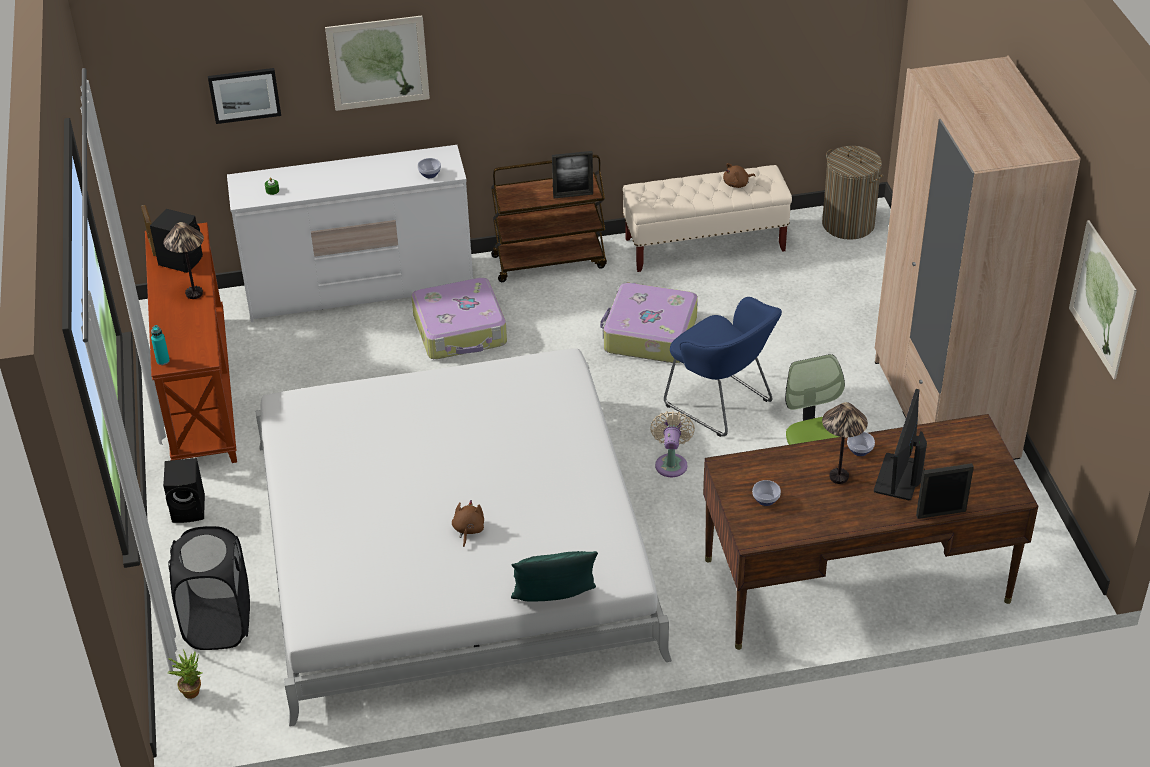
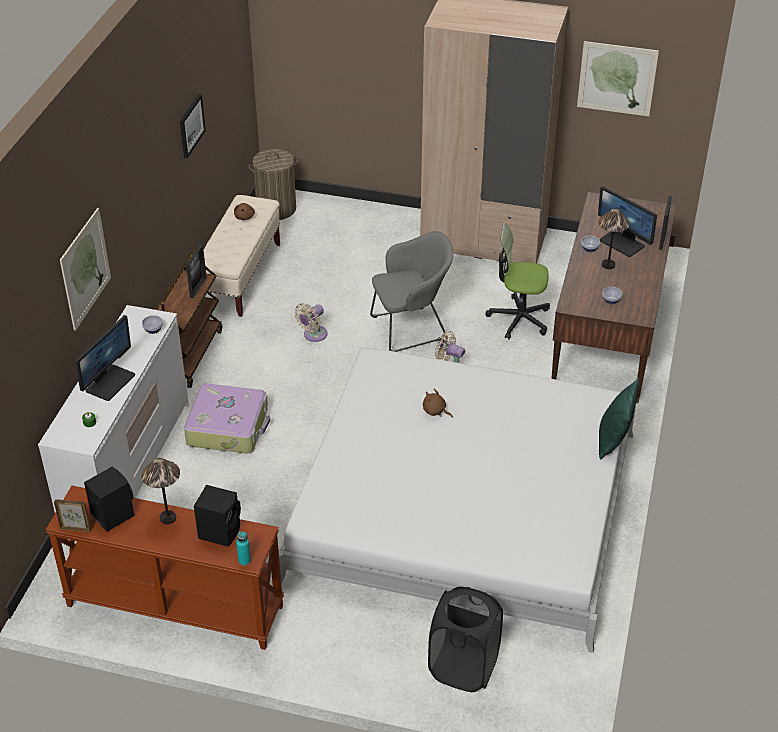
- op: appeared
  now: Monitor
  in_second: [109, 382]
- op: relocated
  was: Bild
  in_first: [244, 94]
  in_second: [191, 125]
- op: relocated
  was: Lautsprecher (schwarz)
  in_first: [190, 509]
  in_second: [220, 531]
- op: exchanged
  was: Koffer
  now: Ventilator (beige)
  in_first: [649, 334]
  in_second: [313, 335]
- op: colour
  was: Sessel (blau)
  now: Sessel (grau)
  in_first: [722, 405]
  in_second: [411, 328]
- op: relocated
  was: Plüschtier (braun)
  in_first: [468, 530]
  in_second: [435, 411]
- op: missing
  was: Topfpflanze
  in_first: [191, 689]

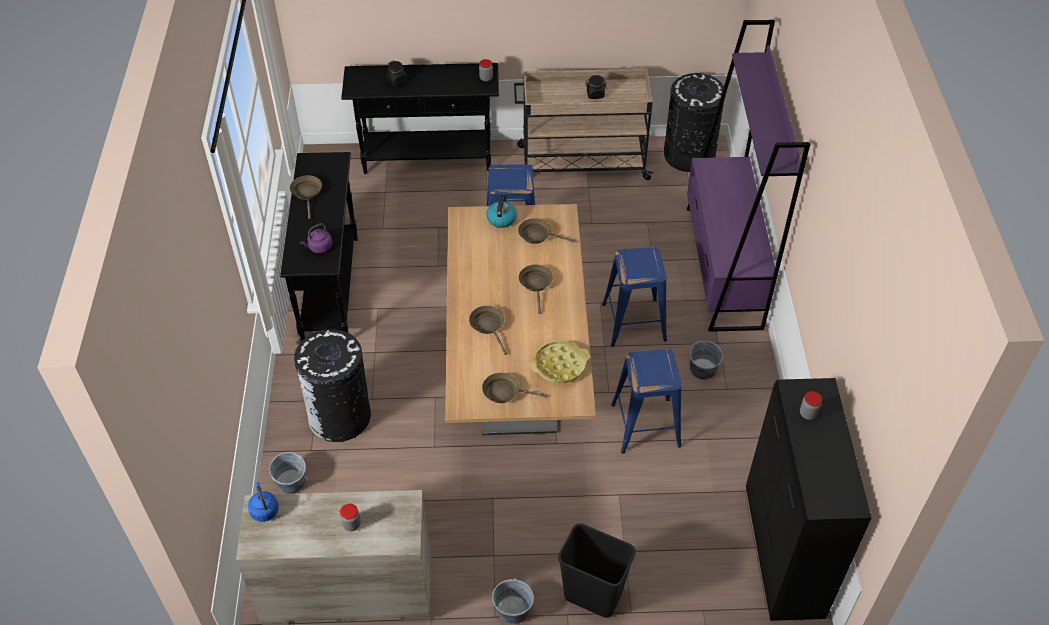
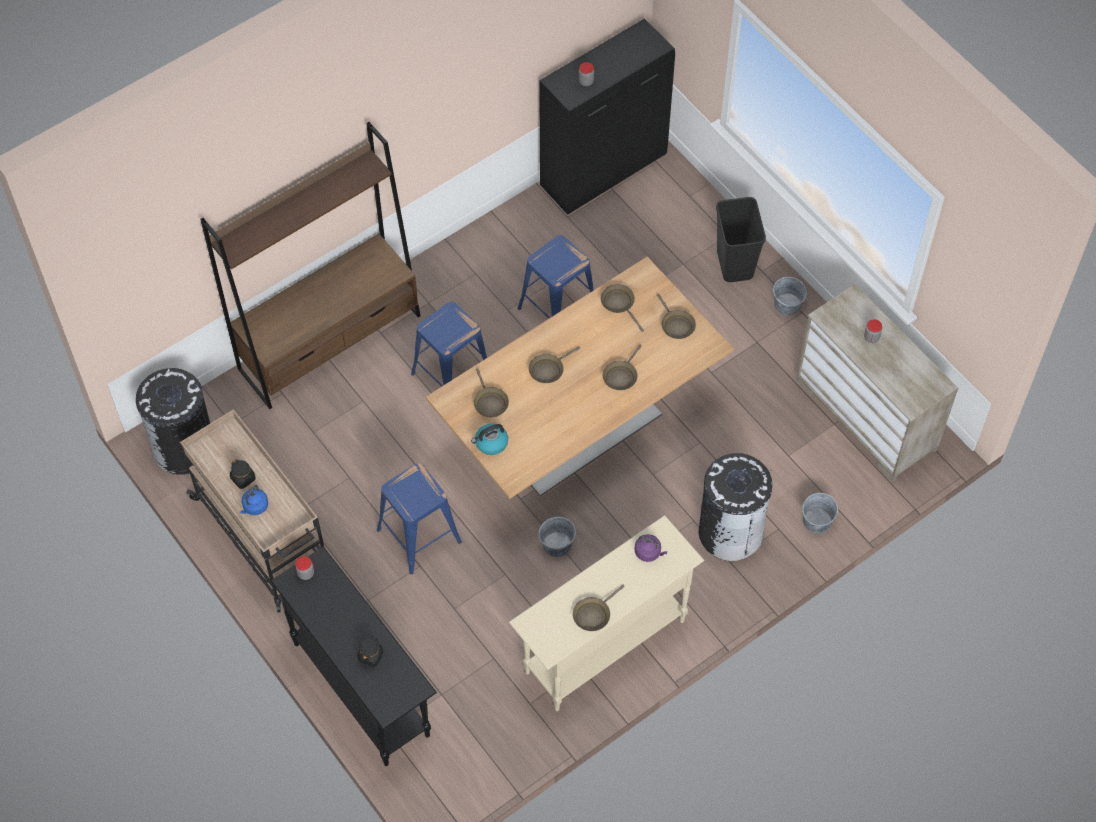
- op: colour
  was: Bücherregal (lila)
  now: Bücherregal (braun)
  in_first: [723, 267]
  in_second: [330, 342]
- op: relocated
  was: Wasserkessel (blau)
  in_first: [264, 510]
  in_second: [255, 507]
- op: colour
  was: Konsolentisch (schwarz)
  now: Konsolentisch (beige)
  in_first: [331, 288]
  in_second: [604, 646]
- op: relocated
  was: Eimer (grau)
  in_first: [702, 369]
  in_second: [557, 544]
- op: exchanged
  was: Tablett (gelb)
  now: Pfanne (braun)
  in_first: [560, 365]
  in_second: [619, 304]

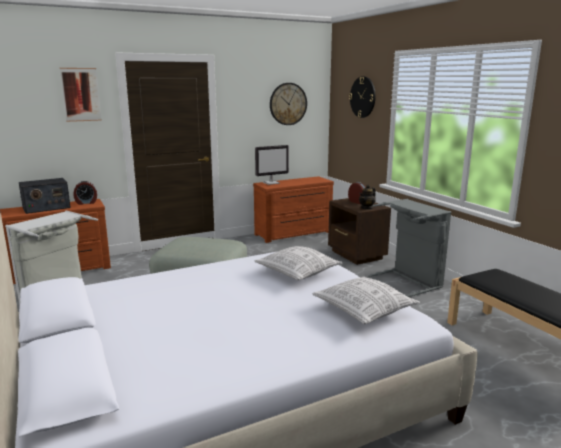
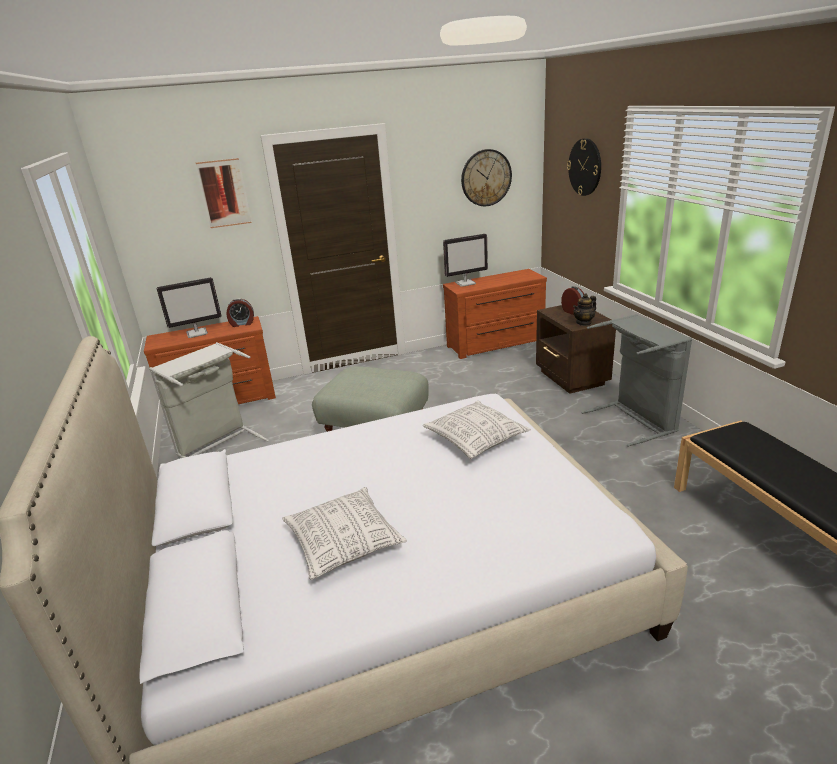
- op: exchanged
  was: Radio
  now: Monitor
  in_first: [46, 208]
  in_second: [197, 333]
- op: relocated
  was: Kissen
  in_first: [363, 310]
  in_second: [343, 543]

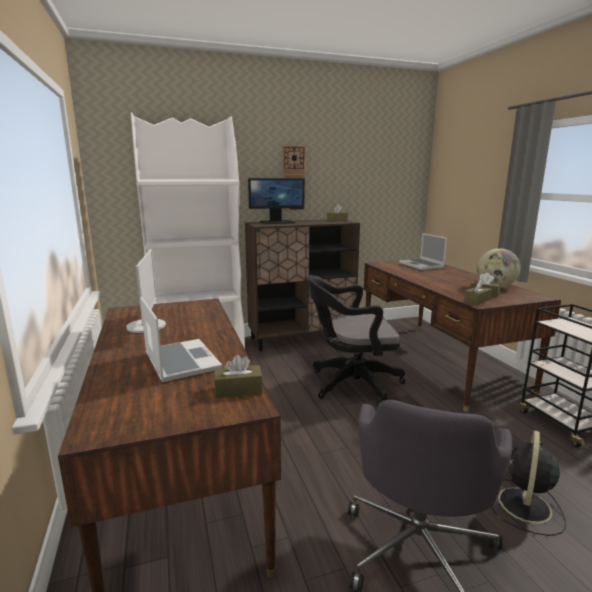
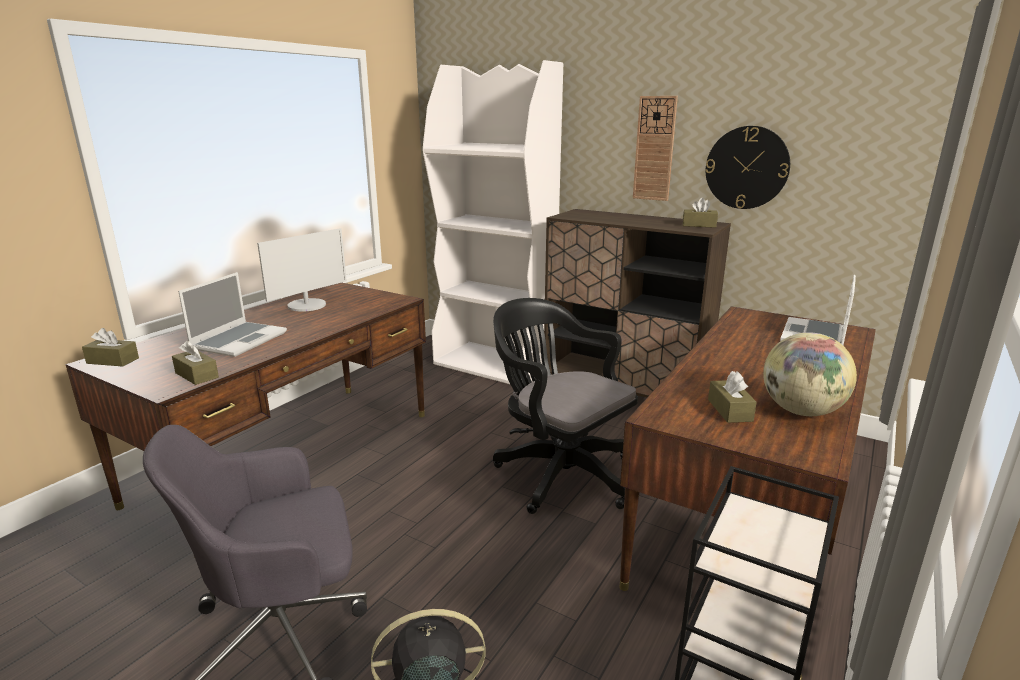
- op: relocated
  was: Taschentuchbox (braun)
  in_first: [477, 300]
  in_second: [113, 361]
- op: appeared
  now: Wanduhr
  in_second: [746, 168]
- op: missing
  was: Monitor
  in_first: [277, 222]

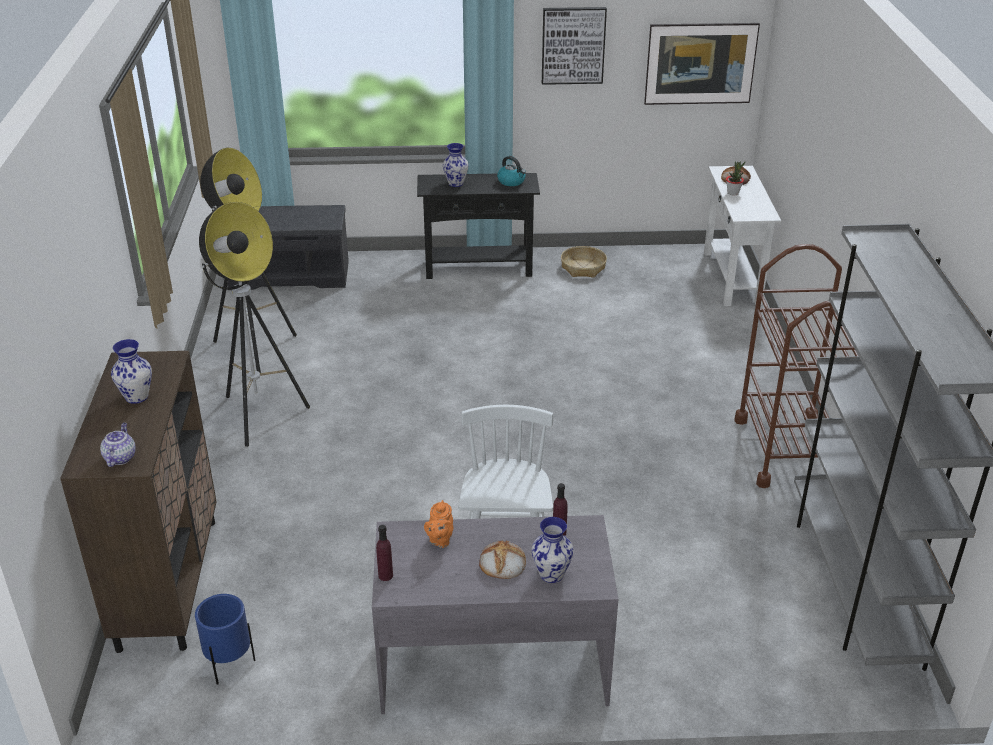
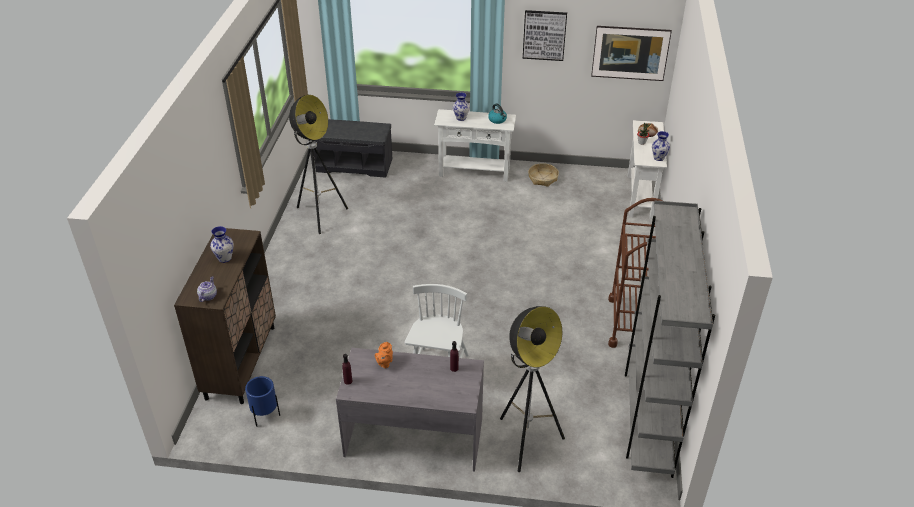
- op: colour
  was: Konsolentisch (schwarz)
  now: Konsolentisch (weiß)
  in_first: [478, 268]
  in_second: [474, 172]
- op: relocated
  was: Stehlampe
  in_first: [259, 415]
  in_second: [526, 441]
- op: relocated
  was: Vase
  in_first: [552, 574]
  in_second: [659, 158]
- op: missing
  was: Brot
  in_first: [502, 563]

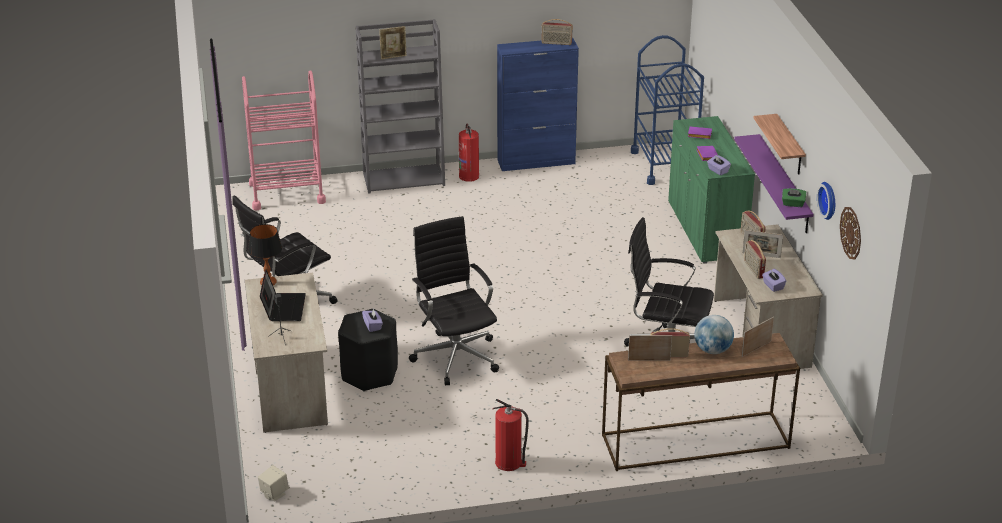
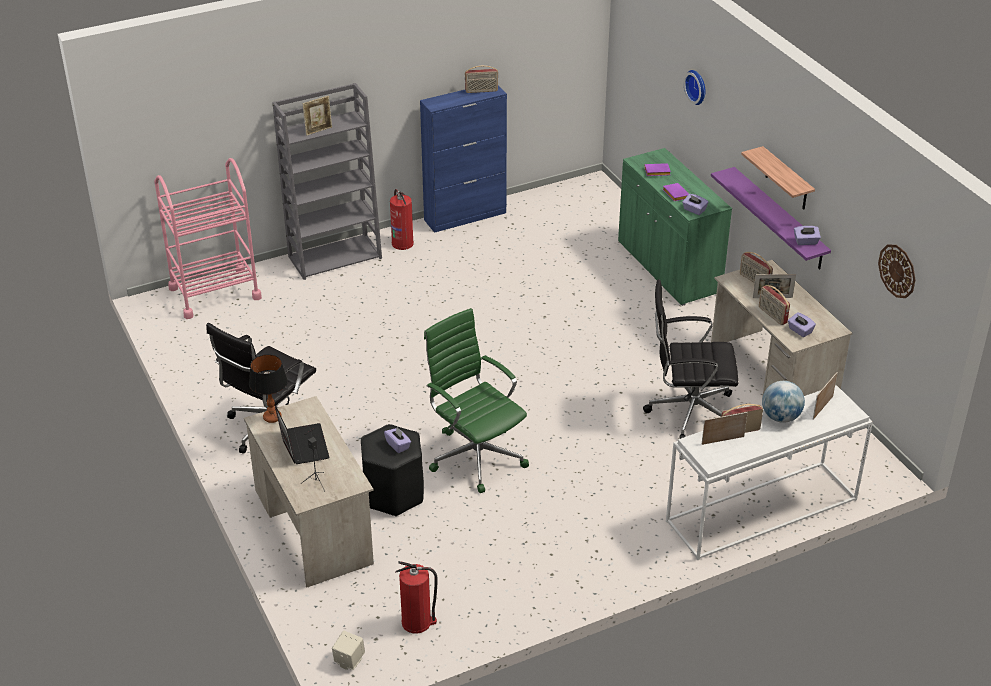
- op: relocated
  was: Feuerlöscher
  in_first: [509, 463]
  in_second: [417, 622]
- op: colour
  was: Bürostuhl (schwarz)
  now: Bürostuhl (grün)
  in_first: [455, 355]
  in_second: [476, 456]
- op: colour
  was: Konsolentisch (braun)
  now: Konsolentisch (weiß)
  in_first: [694, 442]
  in_second: [761, 511]
- op: relocated
  was: Wanduhr
  in_first: [829, 200]
  in_second: [697, 86]
- op: colour
  was: Taschentuchbox (grün)
  now: Taschentuchbox (lila)
  in_first: [793, 204]
  in_second: [806, 242]
- op: missing
  was: Rollwagen (blau)
  in_first: [664, 165]

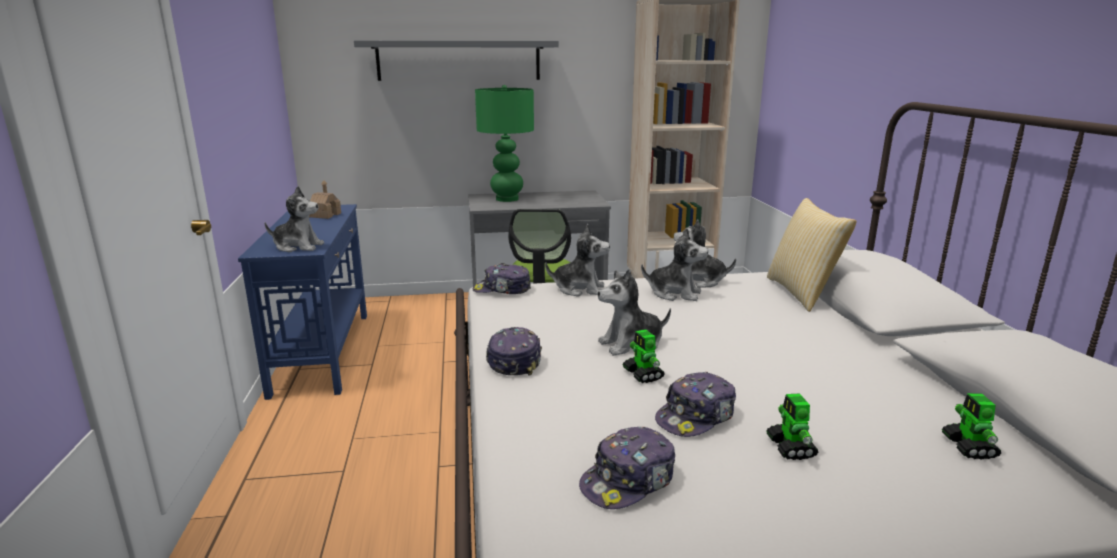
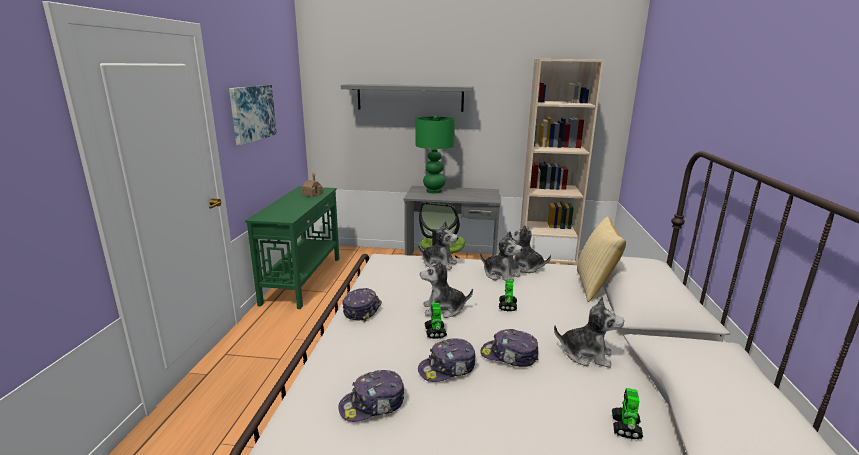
- op: appeared
  now: Bild
  in_second: [252, 113]
- op: colour
  was: Konsolentisch (blau)
  now: Konsolentisch (grün)
  in_first: [323, 351]
  in_second: [303, 279]
- op: relocated
  was: Kappe
  in_first: [502, 290]
  in_second: [509, 356]
- op: relocated
  was: Spielzeugroboter
  in_first: [790, 448]
  in_second: [507, 306]
- op: relocated
  was: Plüschtier
  in_first: [298, 247]
  in_second: [586, 354]

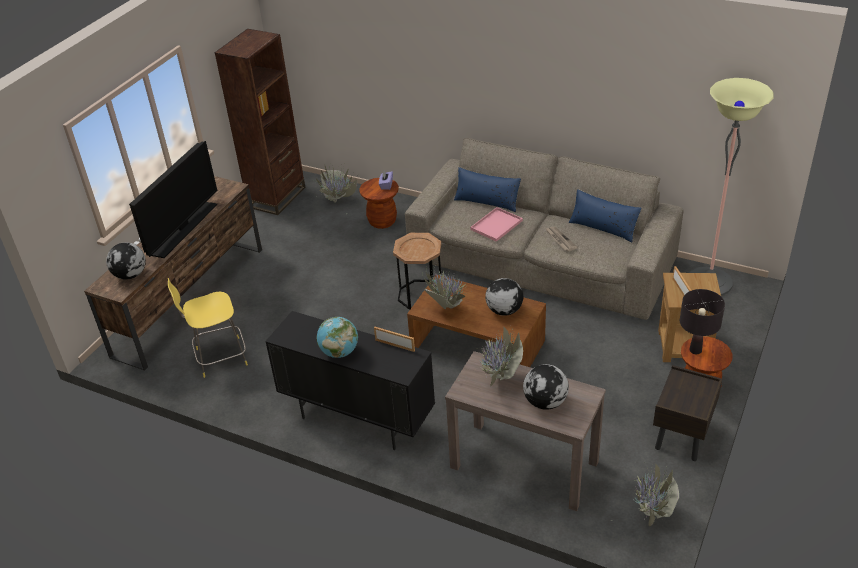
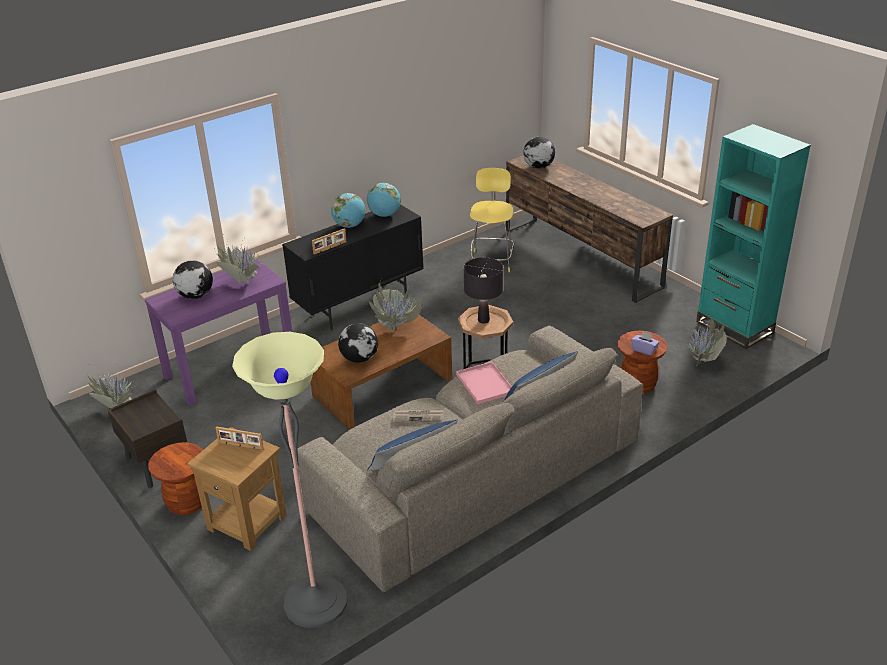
- op: colour
  was: Konsolentisch (braun)
  now: Konsolentisch (lila)
  in_first: [523, 465]
  in_second: [230, 367]
- op: appeared
  now: Globus
  in_second: [384, 215]
- op: relocated
  was: Tischlampe (schwarz)
  in_first: [695, 350]
  in_second: [483, 320]
- op: colour
  was: Bücherregal (braun)
  now: Bücherregal (türkis)
  in_first: [277, 197]
  in_second: [734, 327]
- op: missing
  was: Fernseher
  in_first: [184, 229]

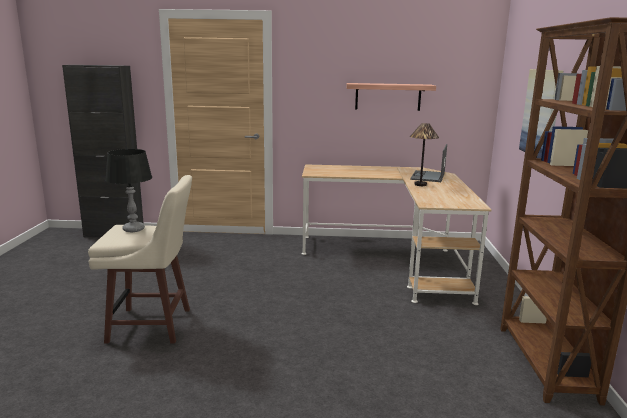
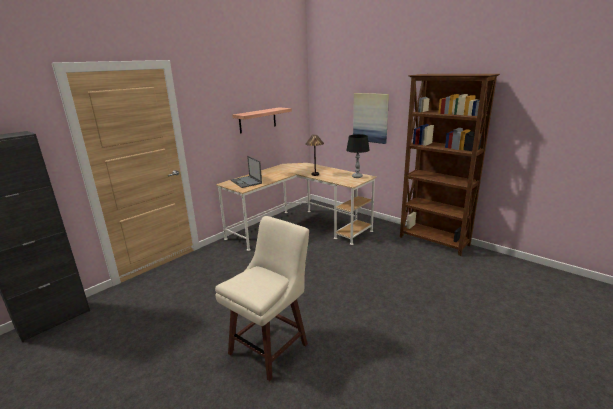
- op: relocated
  was: Laptop
  in_first: [428, 176]
  in_second: [246, 182]
- op: relocated
  was: Tischlampe (schwarz)
  in_first: [133, 229]
  in_second: [357, 176]

